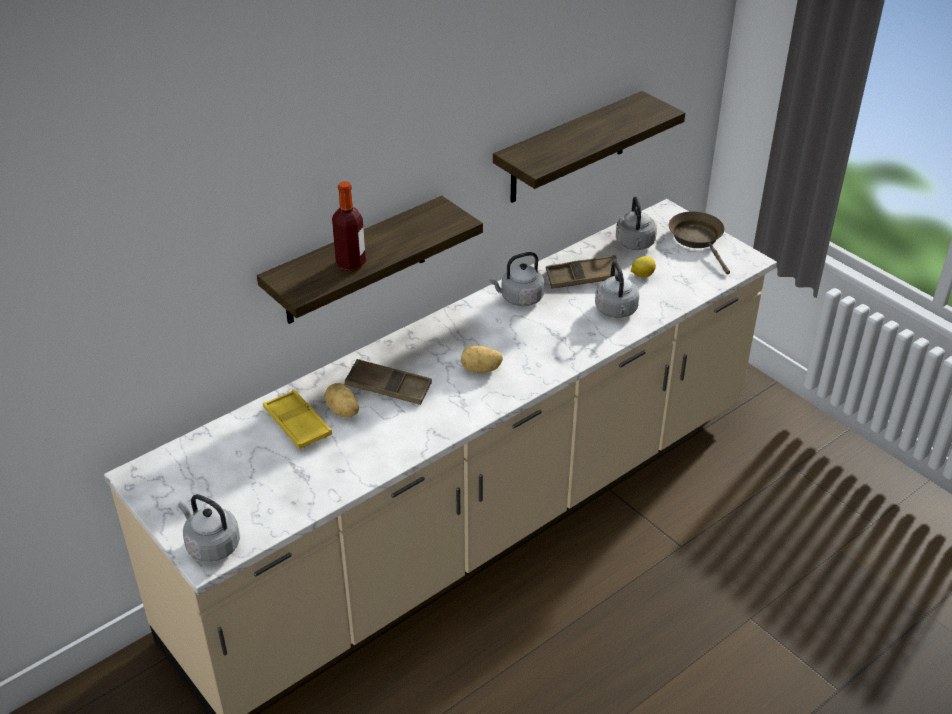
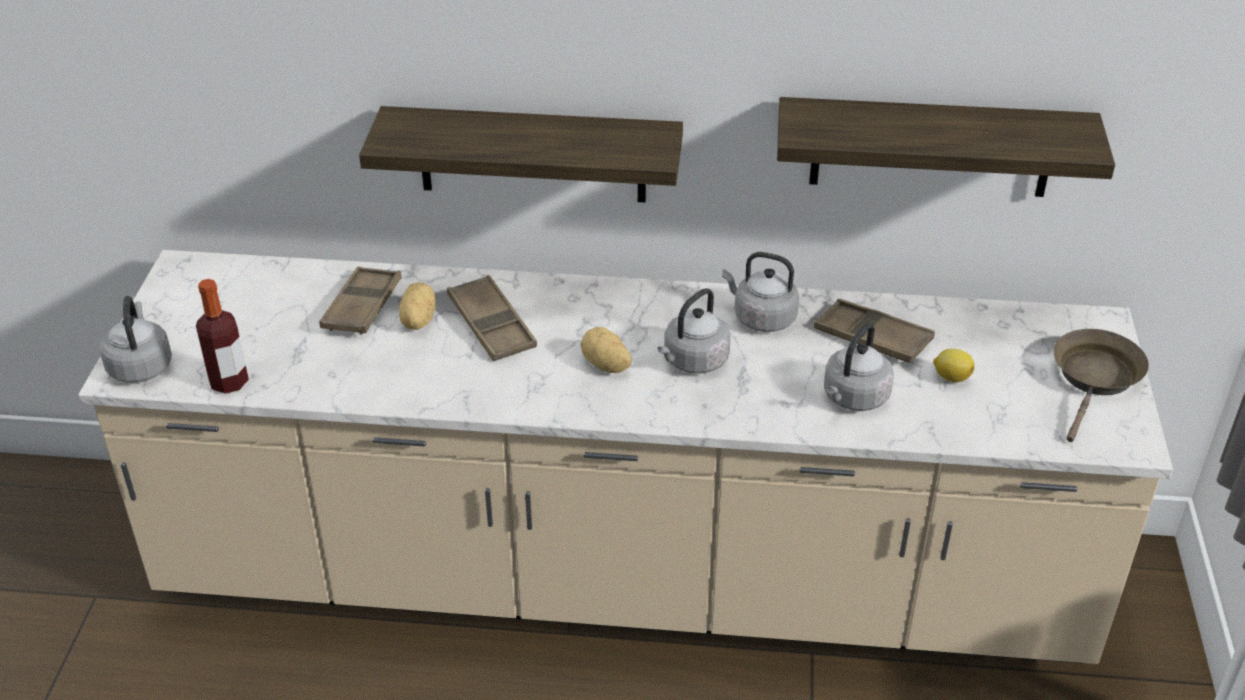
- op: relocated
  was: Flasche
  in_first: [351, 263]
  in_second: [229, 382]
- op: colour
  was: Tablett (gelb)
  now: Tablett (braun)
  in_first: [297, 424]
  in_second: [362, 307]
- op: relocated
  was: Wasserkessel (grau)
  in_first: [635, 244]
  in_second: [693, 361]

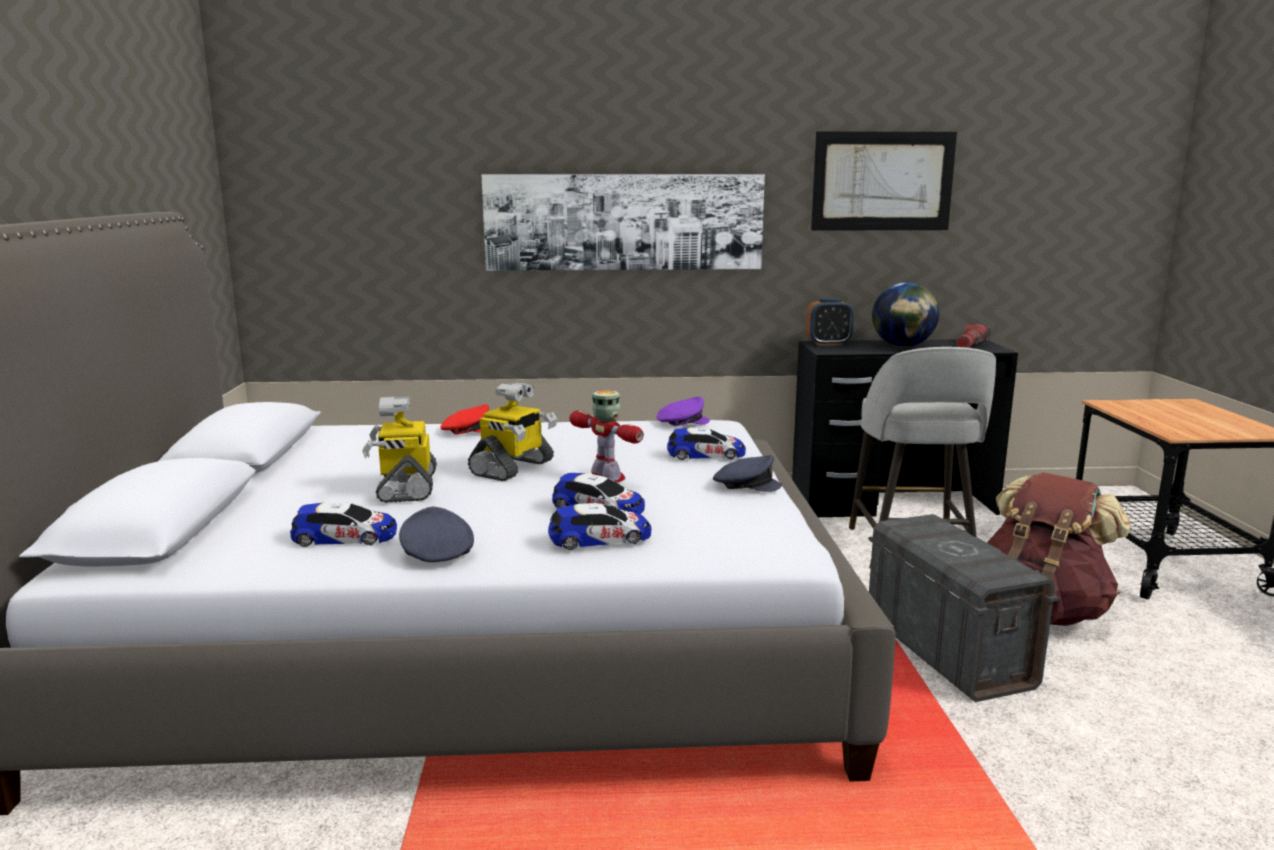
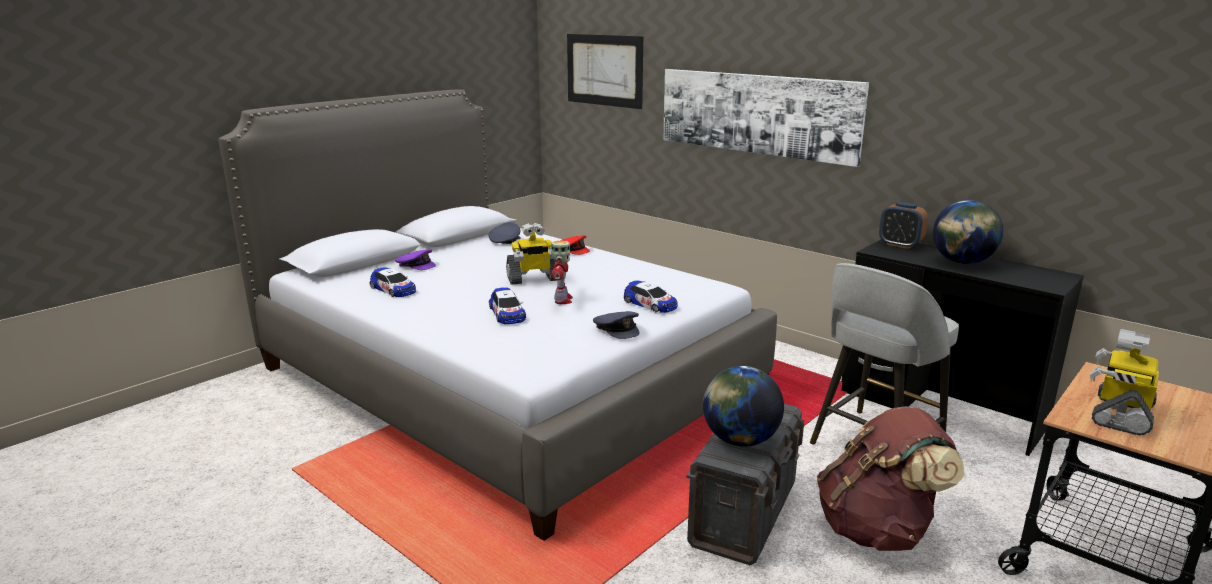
- op: relocated
  was: Kappe (lila)
  in_first: [681, 422]
  in_second: [416, 265]
- op: relocated
  was: Kappe (grau)
  in_first: [436, 553]
  in_second: [505, 241]
- op: relocated
  was: Bild
  in_first: [882, 181]
  in_second: [604, 70]
- op: appeared
  now: Globus
  in_second: [739, 440]
- op: relocated
  was: Spielzeugroboter
  in_first: [406, 487]
  in_second: [1119, 414]
- op: missing
  was: Spielzeugauto
  in_first: [600, 538]
- op: missing
  was: Taschenlampe
  in_first: [971, 345]

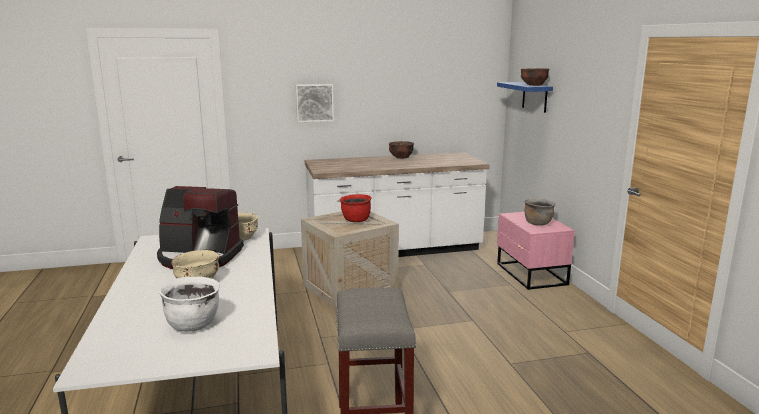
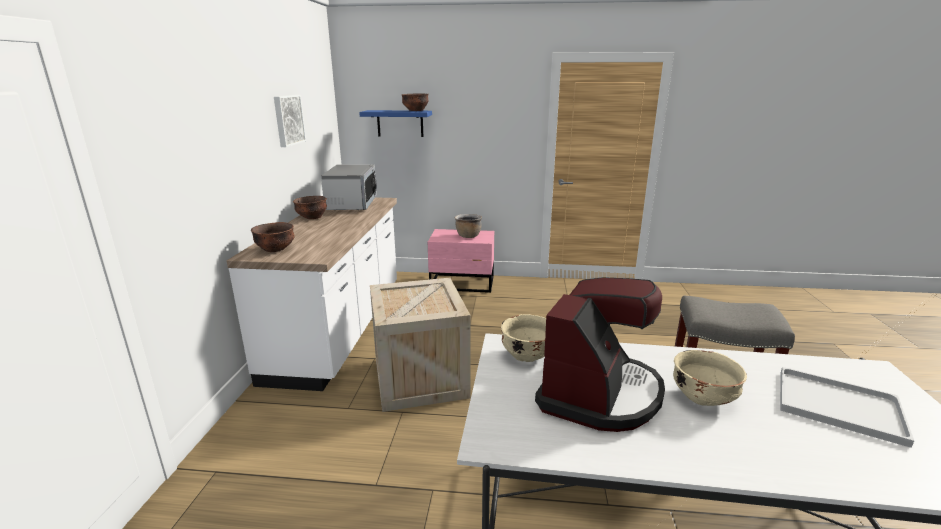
- op: appeared
  now: Schüssel (braun)
  in_second: [276, 249]
- op: relocated
  was: Bild
  in_first: [314, 102]
  in_second: [288, 120]
- op: appeared
  now: Mikrowelle
  in_second: [351, 204]
- op: exchanged
  was: Kochtopf (weiß)
  now: Tablett (weiß)
  in_first: [193, 325]
  in_second: [836, 406]
- op: missing
  was: Kochtopf (rot)
  in_first: [356, 220]

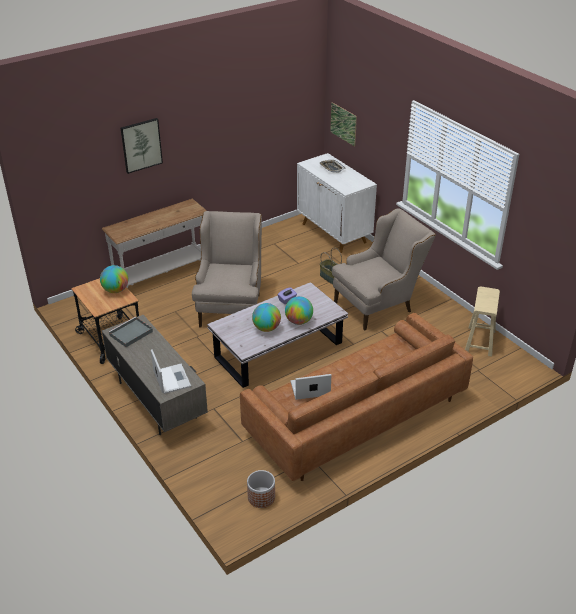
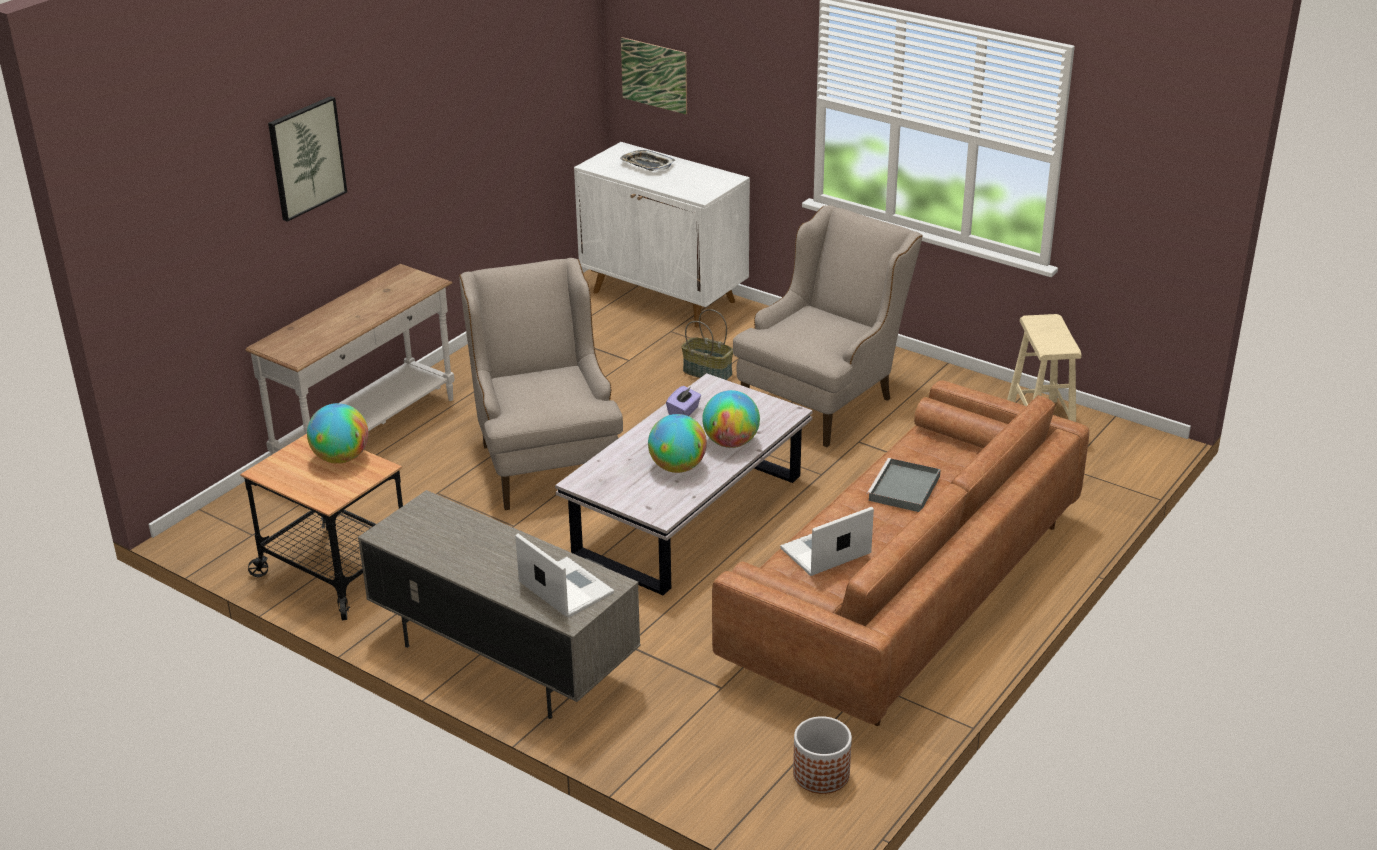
- op: relocated
  was: Tablett (grau)
  in_first: [130, 334]
  in_second: [904, 489]

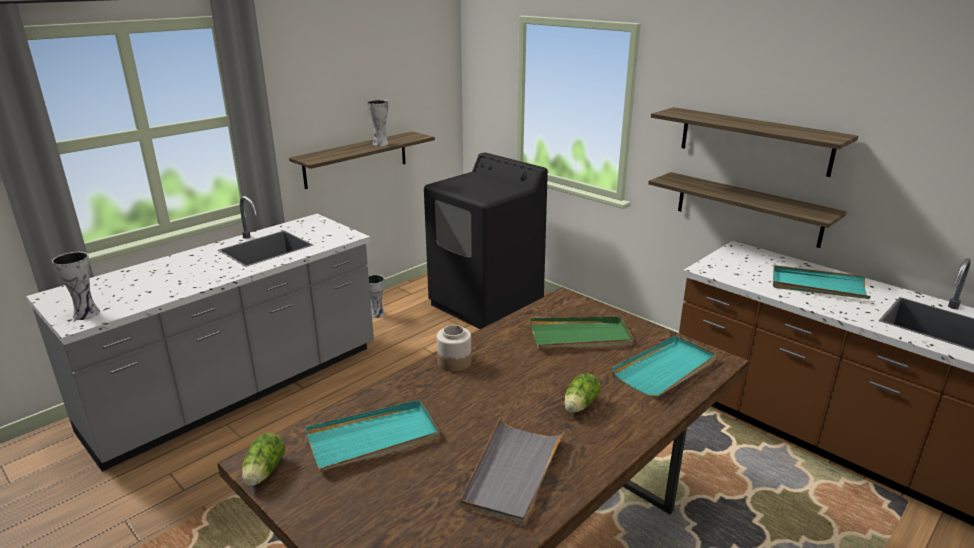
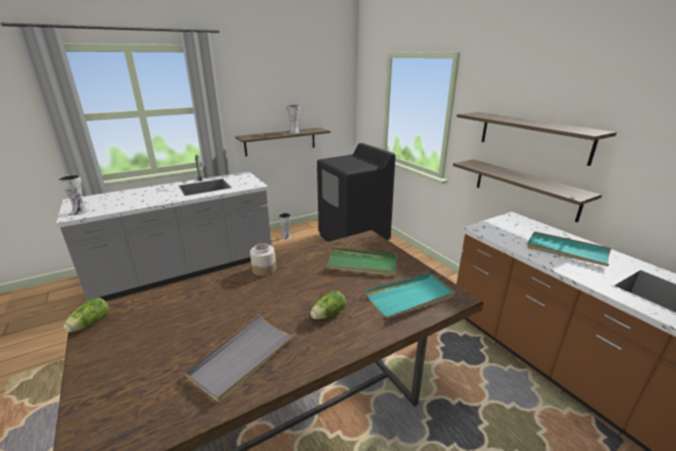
- op: missing
  was: Tablett (türkis)
  in_first: [374, 438]

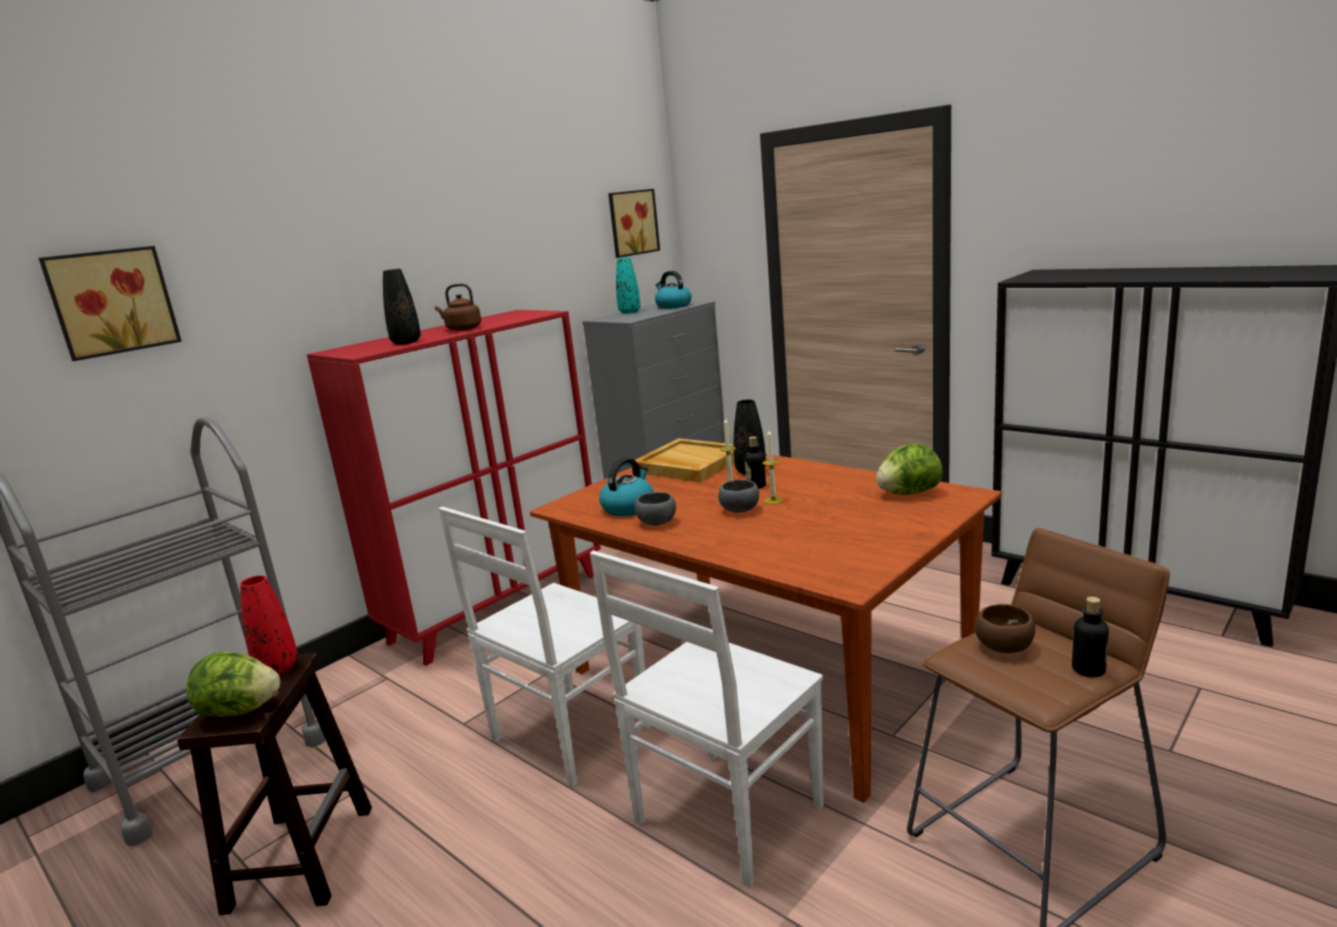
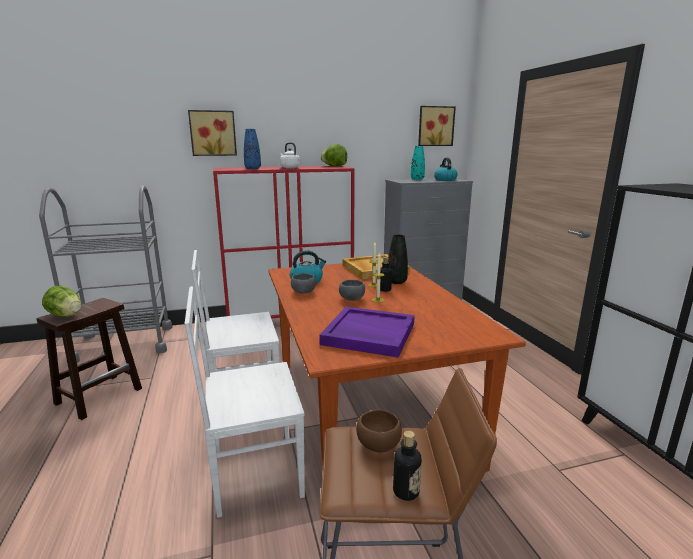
- op: relocated
  was: Bild
  in_first: [111, 302]
  in_second: [213, 133]
- op: colour
  was: Vase (schwarz)
  now: Vase (blau)
  in_first: [406, 342]
  in_second: [253, 168]
- op: colour
  was: Wasserkessel (braun)
  now: Wasserkessel (weiß)
  in_first: [462, 329]
  in_second: [289, 168]
- op: appeared
  now: Tablett (lila)
  in_second: [368, 334]
- op: relocated
  was: Salatkopf
  in_first: [908, 493]
  in_second: [334, 166]
- op: missing
  was: Vase (rot)
  in_first: [277, 668]

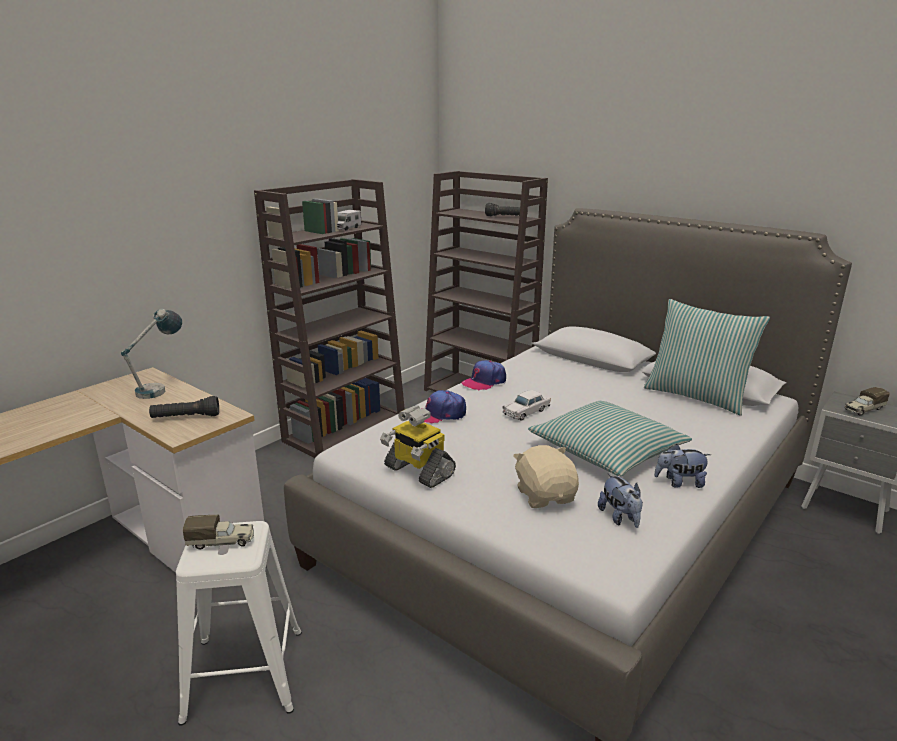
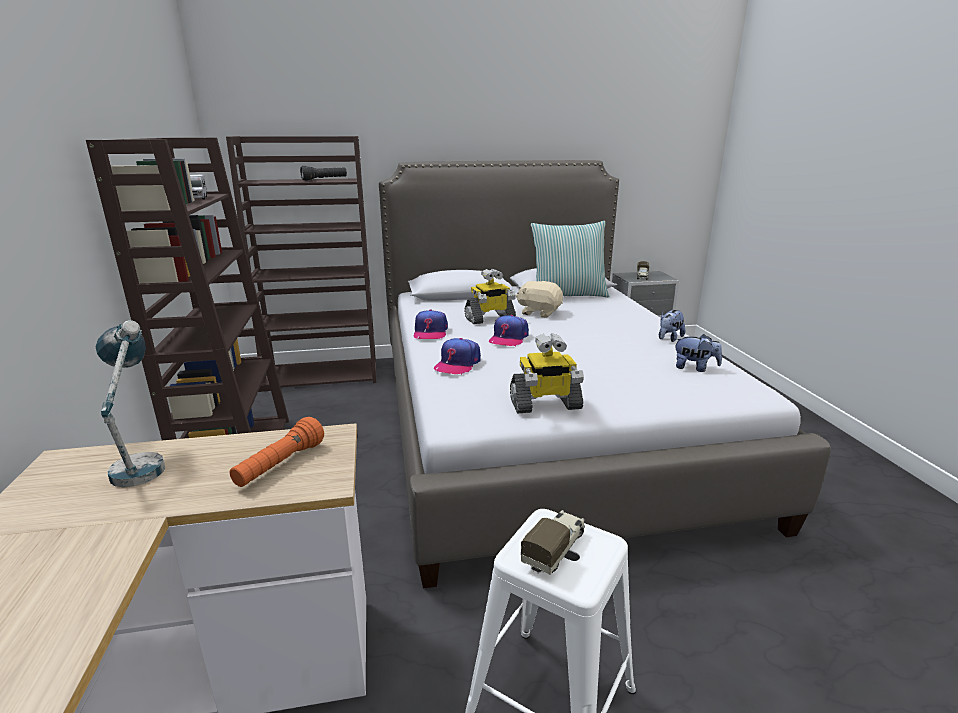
- op: colour
  was: Taschenlampe (schwarz)
  now: Taschenlampe (orange)
  in_first: [186, 417]
  in_second: [280, 465]
- op: appeared
  now: Spielzeugroboter
  in_second: [490, 319]
- op: exchanged
  was: Spielzeugauto (weiß)
  now: Kappe
  in_first: [526, 412]
  in_second: [508, 338]
- op: relocated
  was: Plüschtier (beige)
  in_first: [545, 496]
  in_second: [539, 312]
- op: missing
  was: Kissen
  in_first: [606, 450]

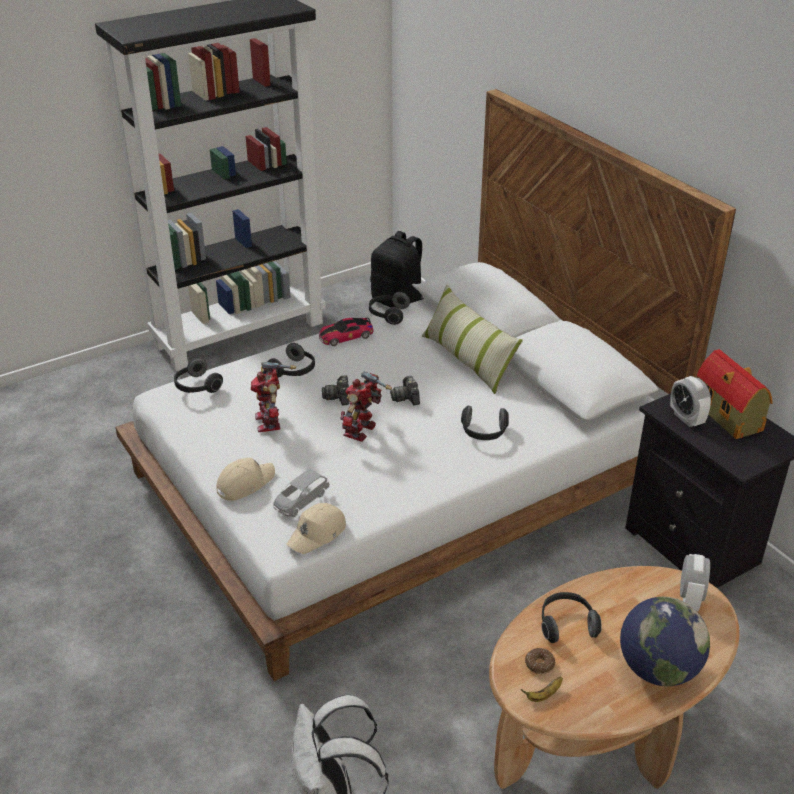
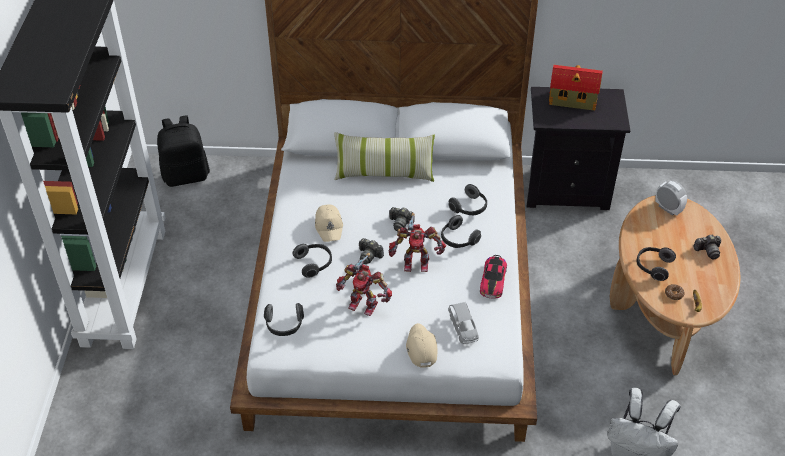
- op: relocated
  was: Kappe (beige)
  in_first: [317, 534]
  in_second: [329, 226]
- op: spun
  was: Spielzeugroboter
  in_first: [362, 431]
  in_second: [416, 263]
  clockwise: -60
- op: relocated
  was: Kopfhörer
  in_first: [388, 314]
  in_second: [458, 240]
- op: relocated
  was: Spielzeugauto
  in_first: [346, 336]
  in_second: [493, 280]
- op: exchanged
  was: Globus
  now: Kamera
  in_first: [658, 669]
  in_second: [707, 251]
- op: missing
  was: Wecker
  in_first: [686, 418]

